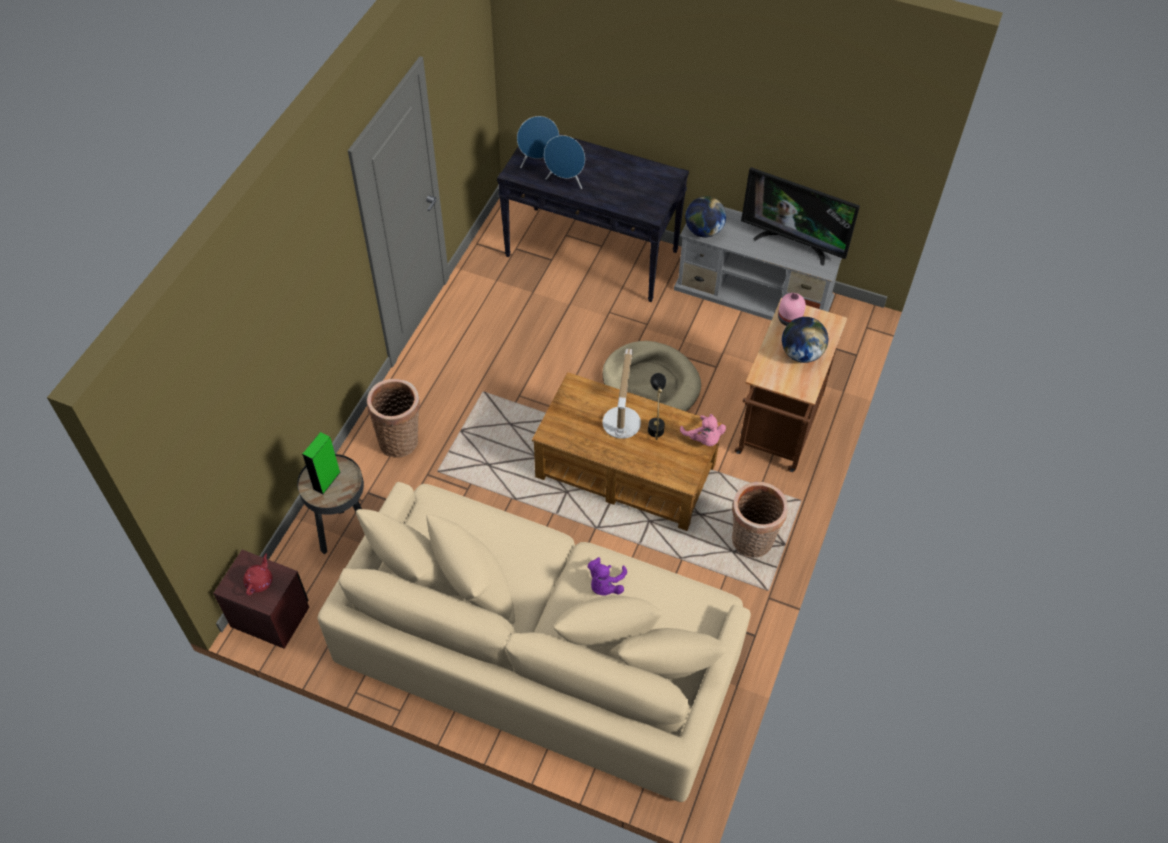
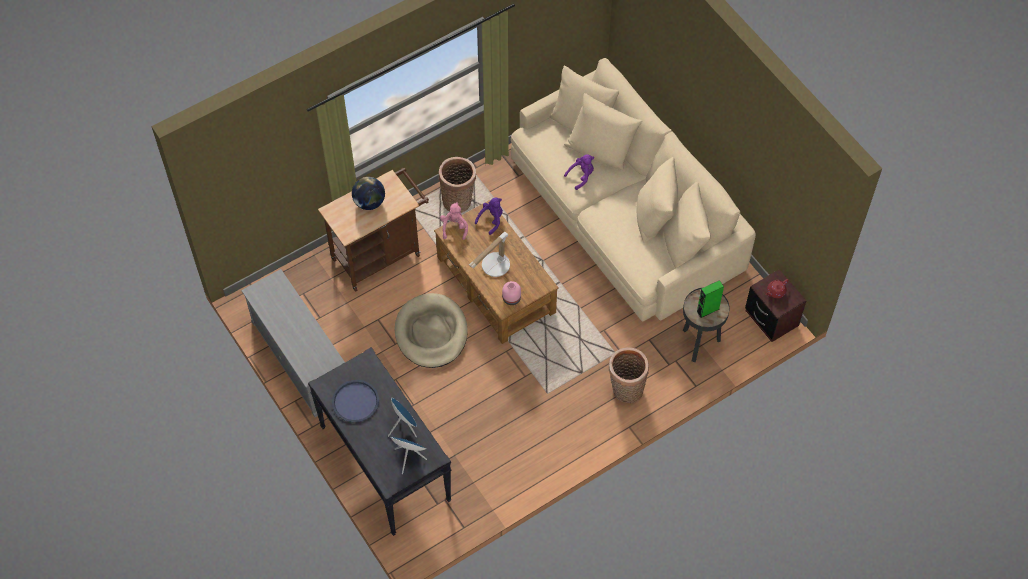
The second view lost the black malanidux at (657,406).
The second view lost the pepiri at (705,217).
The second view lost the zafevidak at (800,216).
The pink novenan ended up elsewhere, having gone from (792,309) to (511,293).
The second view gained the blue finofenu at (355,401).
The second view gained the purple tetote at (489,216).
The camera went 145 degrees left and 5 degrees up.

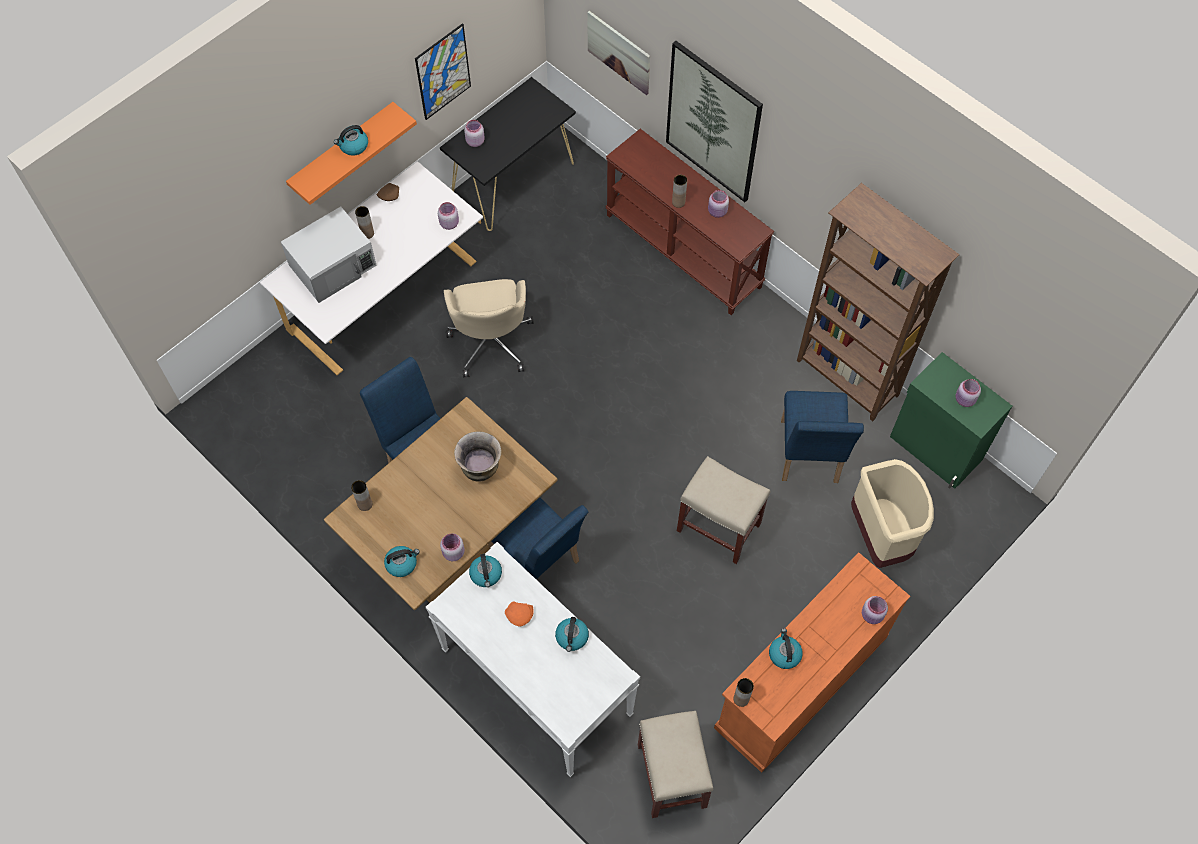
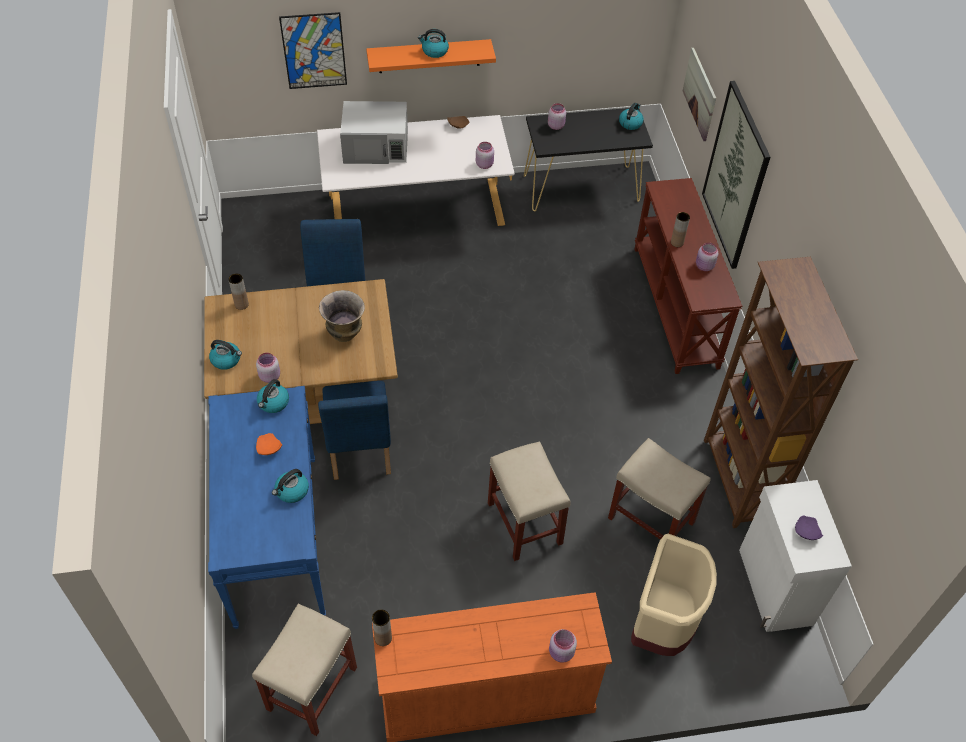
The second view lost the brown novenan at (364,222).
The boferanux ended up elsewhere, having gone from (443,71) to (313,50).
What was the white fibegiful at (533,659) turned into the blue fibegiful at (267,507).
The second view lost the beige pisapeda at (489,328).
The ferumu ended up elsewhere, having gone from (786,648) to (631,116).
Where the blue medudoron stood at (822,437), the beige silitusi came to stand at (659,489).
What was the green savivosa at (951,420) turned into the white savivosa at (795,556).
Where the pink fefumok stood at (968,393), the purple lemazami came to stand at (809,528).
The camera went 35 degrees right and 10 degrees down.

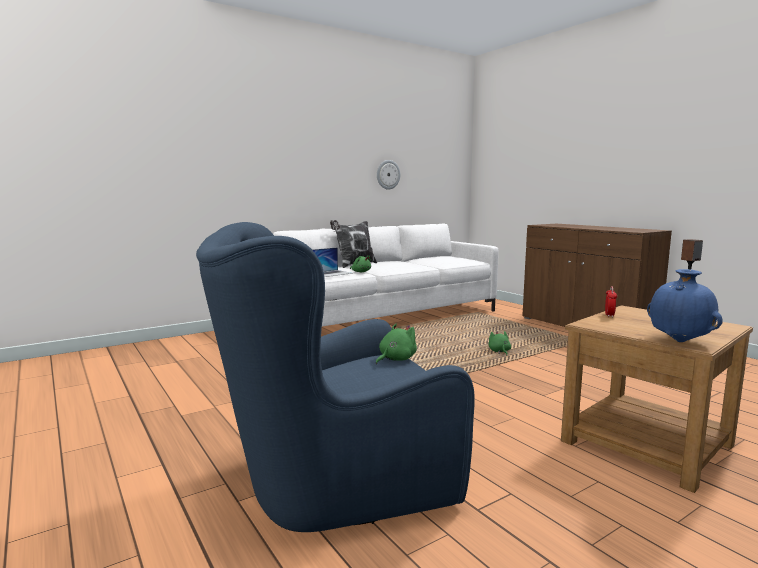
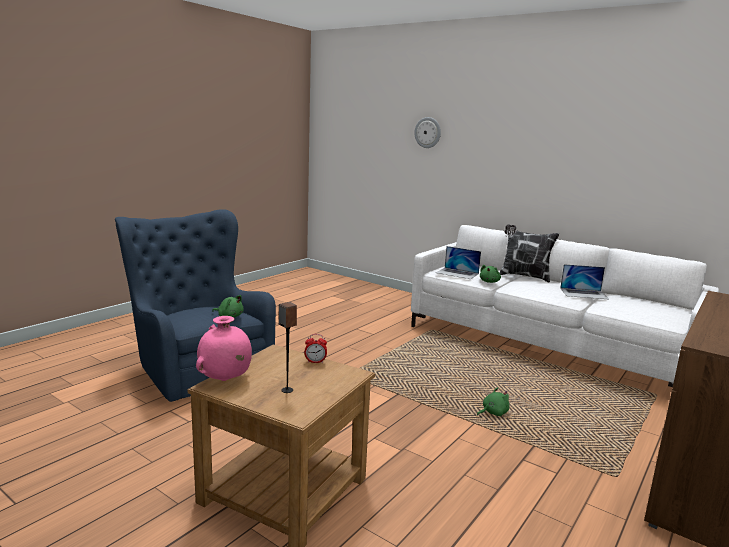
The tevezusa ended up elsewhere, having gone from (388,175) to (427,132).
What was the blue novenan at (685,305) turned into the pink novenan at (224,348).
The second view gained the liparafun at (584,281).
The camera went 70 degrees right and 5 degrees up.

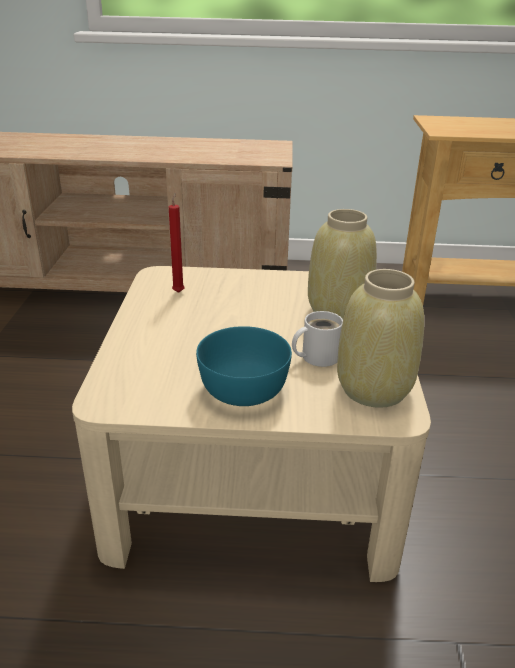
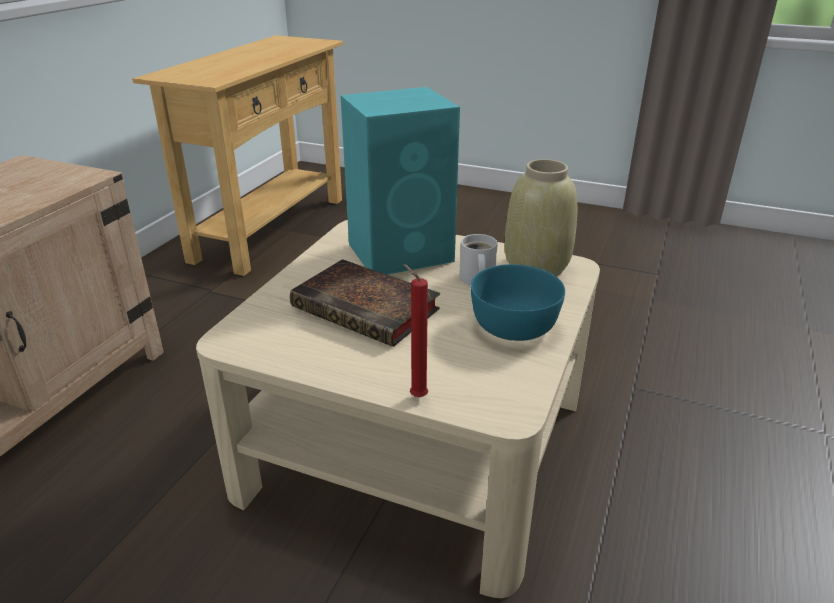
The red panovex ended up elsewhere, having gone from (176,242) to (415,330).
Where the beige novenan stood at (342,264), the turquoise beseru came to stand at (400,181).
The second view gained the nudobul at (365,303).
The camera went 70 degrees left and 0 degrees up.

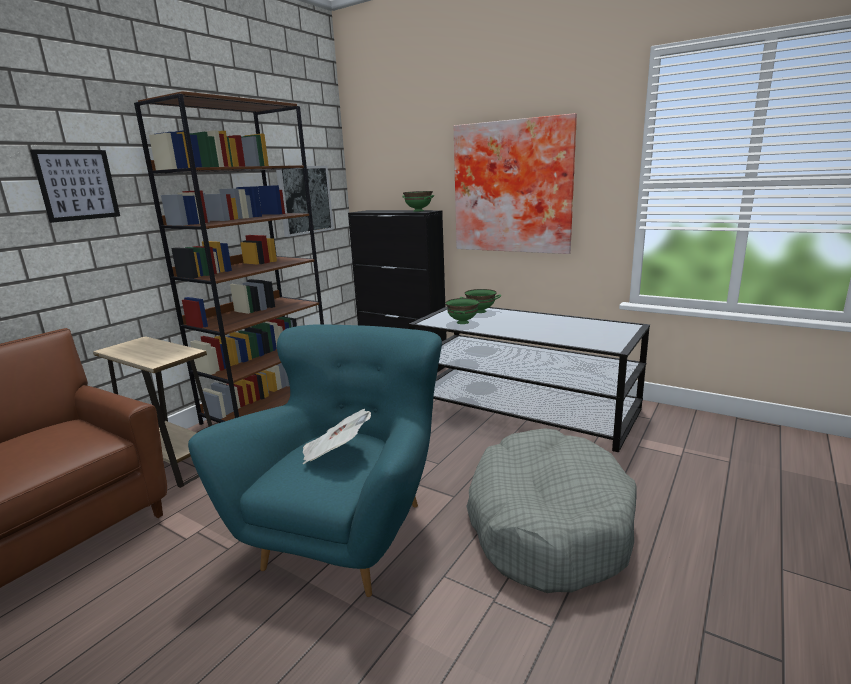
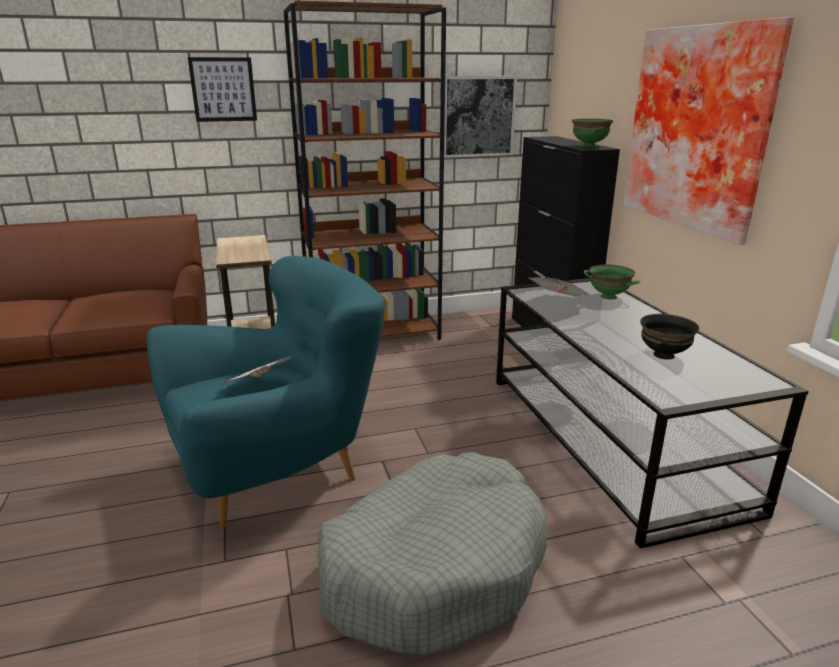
Where the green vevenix stood at (462,311), the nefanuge came to stand at (558,287).
The second view gained the black vevenix at (669,337).
The camera went 40 degrees right and 5 degrees up.

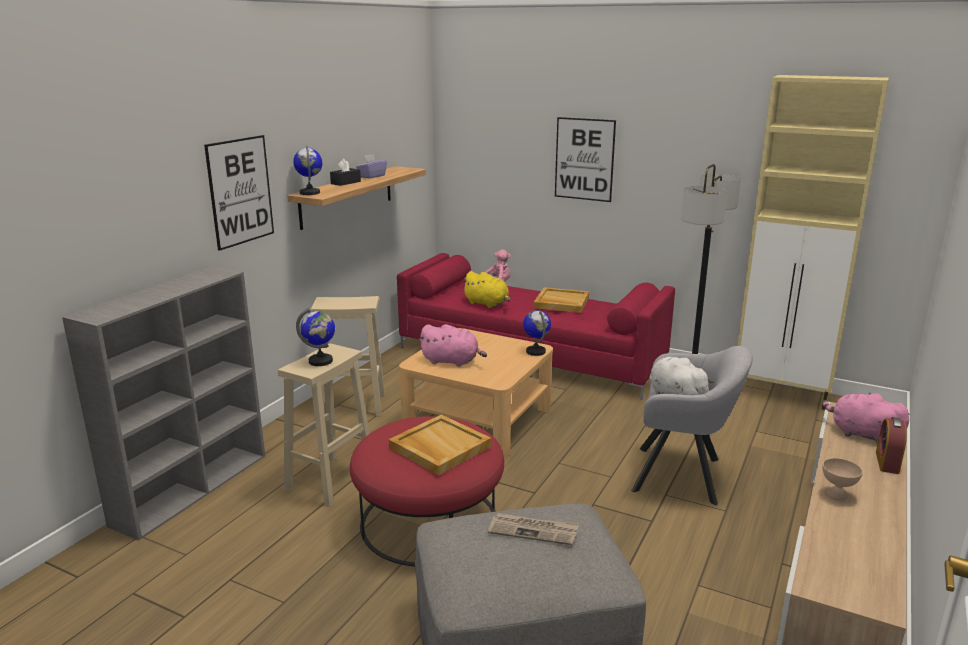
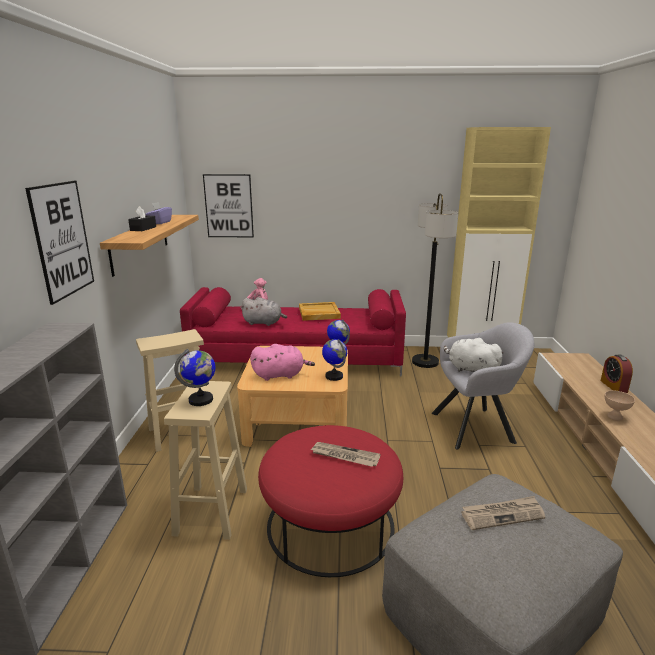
The pepiri ended up elsewhere, having gone from (307,170) to (334,360).
Where the beige finofenu stood at (440,444), the nefanuge came to stand at (345,454).
What was the yellow tetote at (486,289) turned into the grey tetote at (263,311).
The boferanux ended up elsewhere, having gone from (585,159) to (228,206).
The second view lost the pink tetote at (866,418).
The camera went 25 degrees left and 0 degrees up.

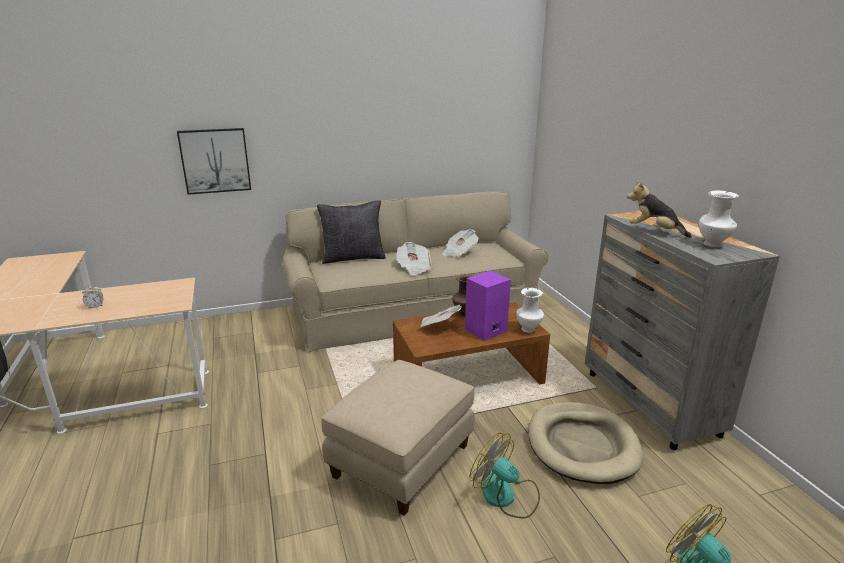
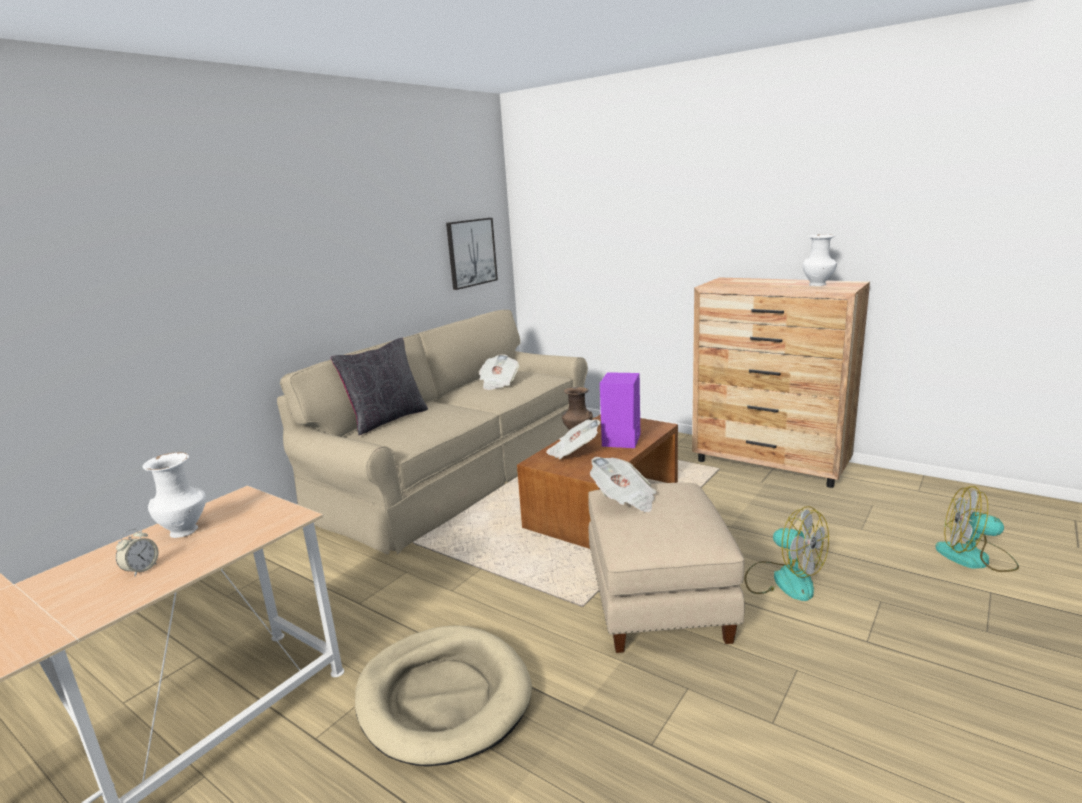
The boferanux ended up elsewhere, having gone from (214,161) to (472,254).
The nefanuge ended up elsewhere, having gone from (413,259) to (623,484).
The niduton at (505,475) ended up facing another way, 135 degrees counterclockwise from before.
The white novenan ended up elsewhere, having gone from (530,310) to (174,495).
The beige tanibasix ended up elsewhere, having gone from (585,443) to (443,696).
What was the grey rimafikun at (682,330) turned into the brown rimafikun at (781,382).
The second view lost the tetote at (659,209).
The camera went 35 degrees left and 5 degrees down.

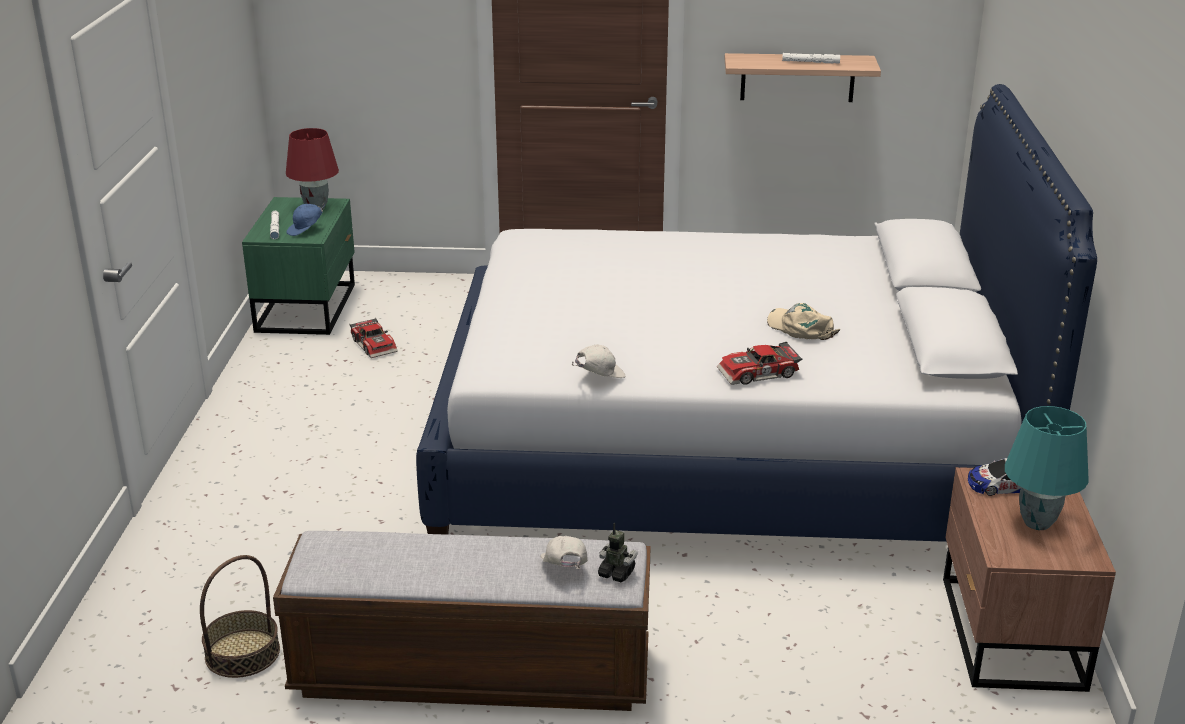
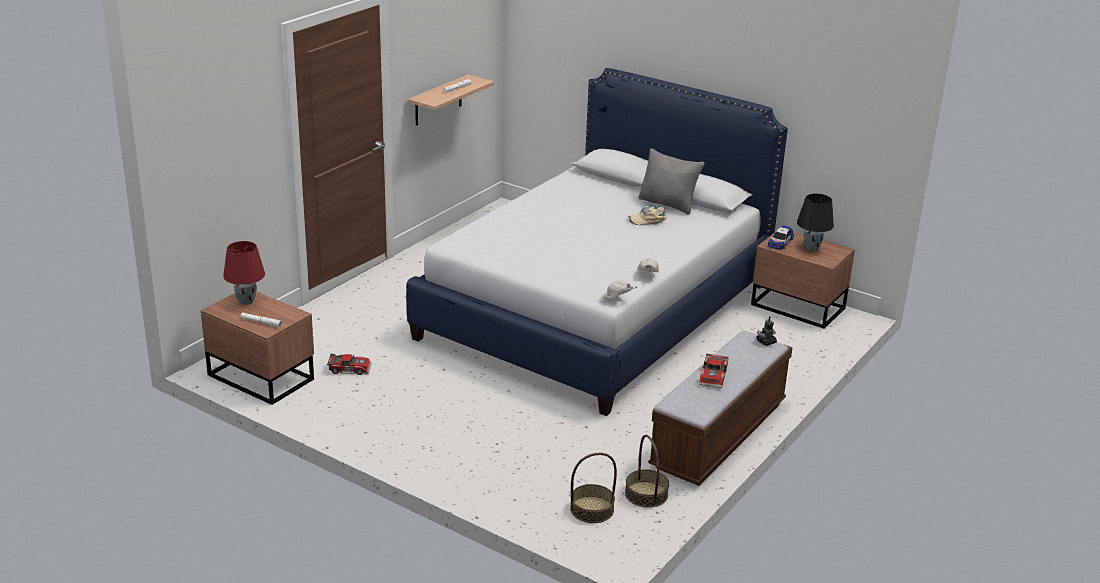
What was the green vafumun at (298,266) turned into the brown vafumun at (257,348).
The second view lost the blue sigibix at (305,219).
The white sigibix ended up elsewhere, having gone from (564,552) to (618,289).
The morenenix ended up elsewhere, having gone from (760,363) to (714,370).
What was the turquoise malanidux at (1047,468) turned into the black malanidux at (815,222).
The second view gained the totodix at (593,488).
The second view gained the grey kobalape at (671,181).
The camera went 60 degrees left and 0 degrees up.

